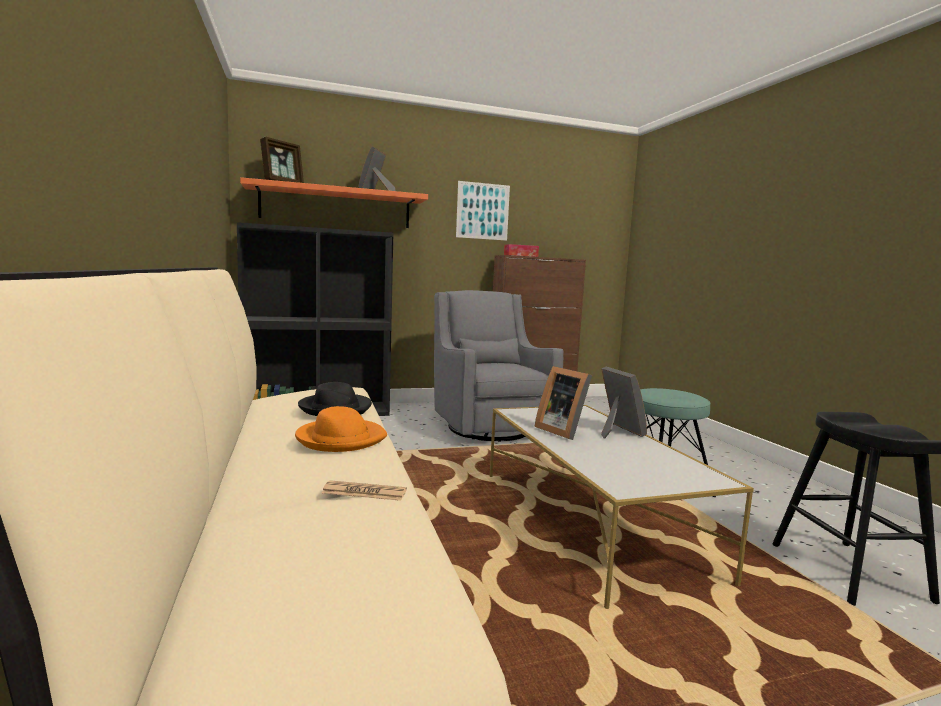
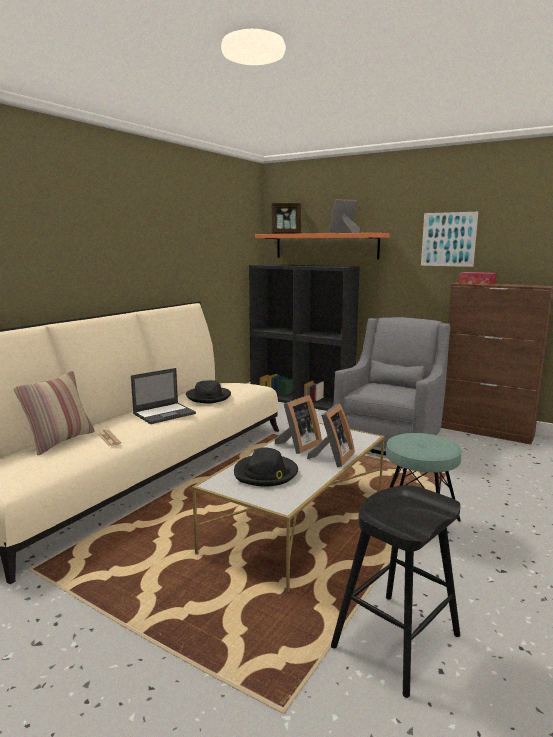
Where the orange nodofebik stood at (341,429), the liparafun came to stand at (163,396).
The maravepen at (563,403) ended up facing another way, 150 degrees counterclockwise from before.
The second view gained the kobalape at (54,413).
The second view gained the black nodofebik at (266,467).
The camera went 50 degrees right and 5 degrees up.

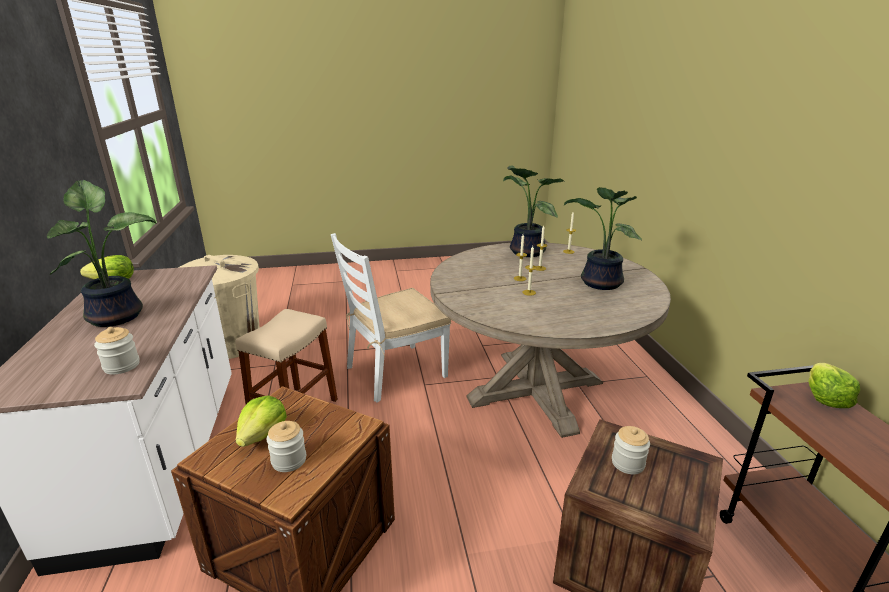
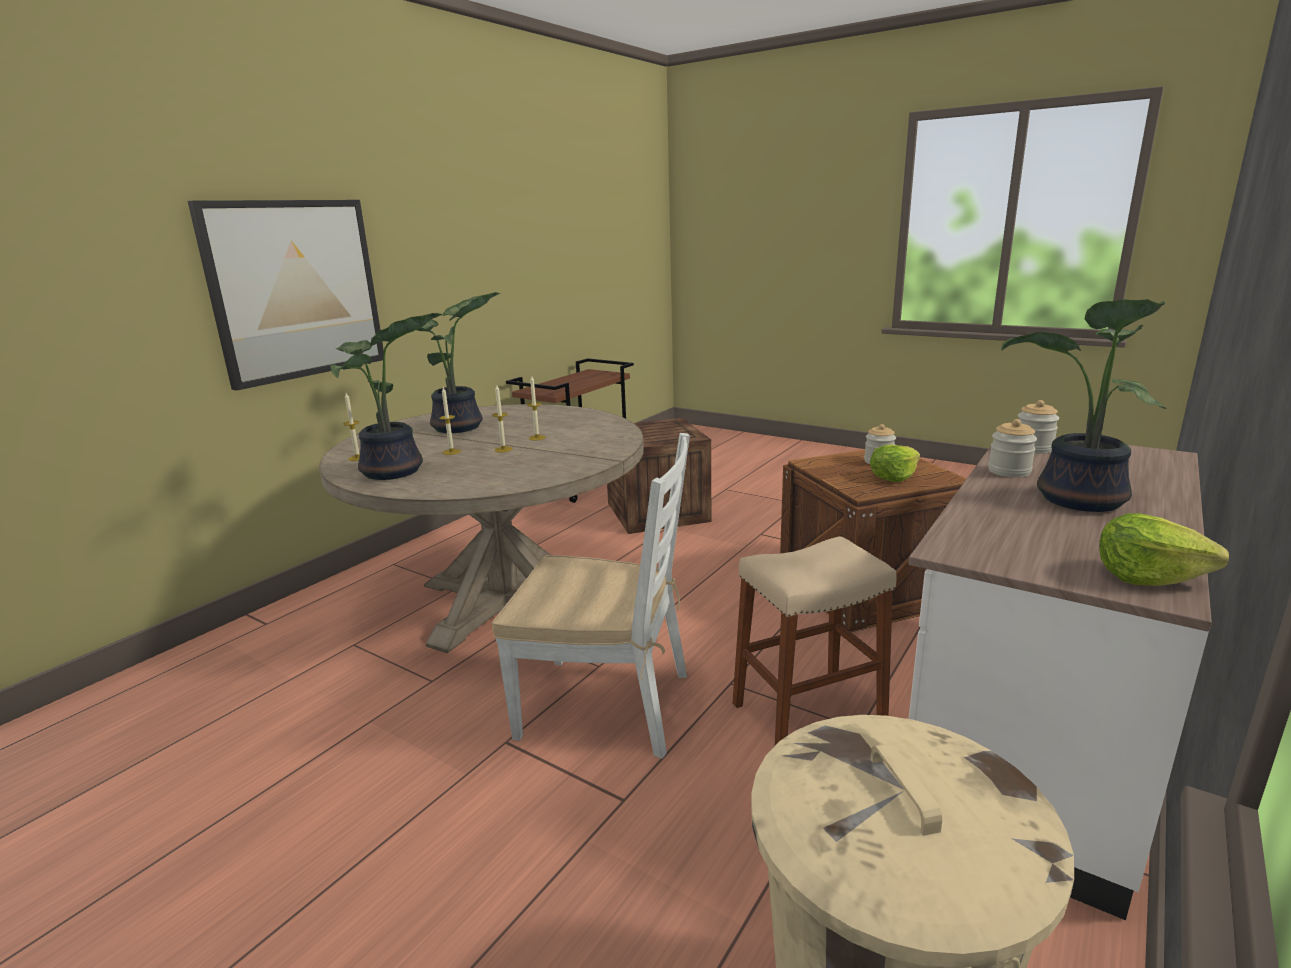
The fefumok ended up elsewhere, having gone from (631,450) to (1012,448).
The second view lost the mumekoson at (834,385).
The second view gained the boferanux at (286,295).
The camera went 135 degrees left and 5 degrees down.

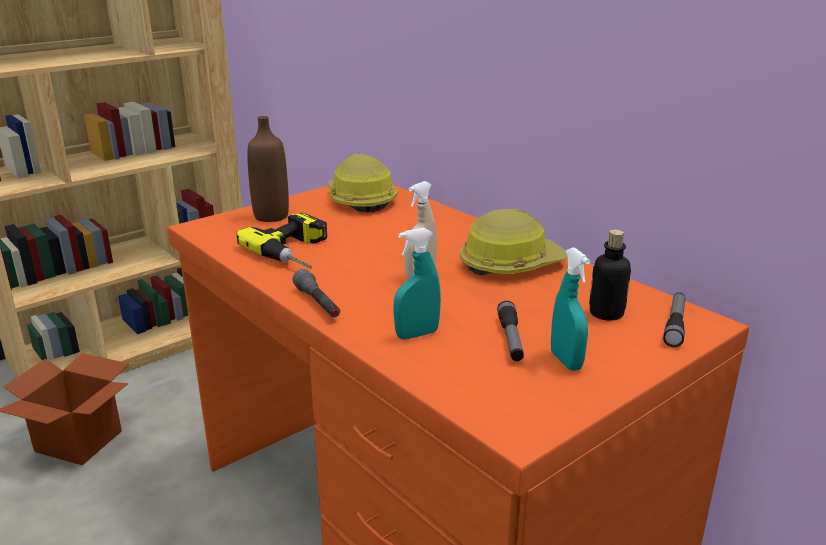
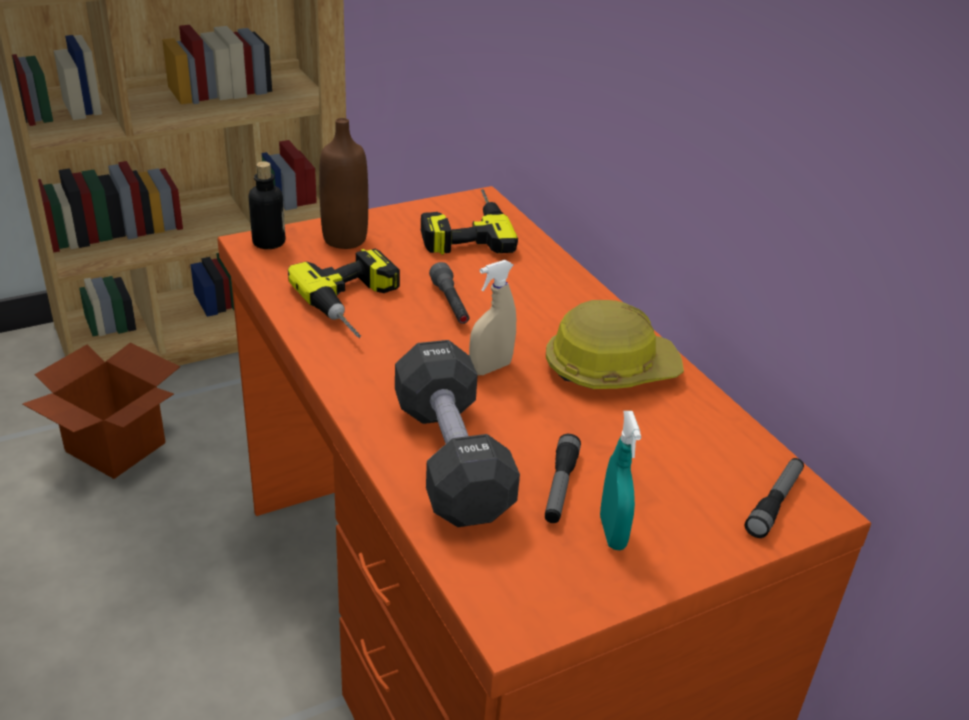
The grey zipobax ended up elsewhere, having gone from (316,293) to (449,293).
Where the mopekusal stood at (363,182), the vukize came to stand at (469,222).
Where the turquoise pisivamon stood at (417,283), the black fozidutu came to stand at (457,433).
The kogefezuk ended up elsewhere, having gone from (610,275) to (267,205).
The camera went 10 degrees right and 10 degrees up.

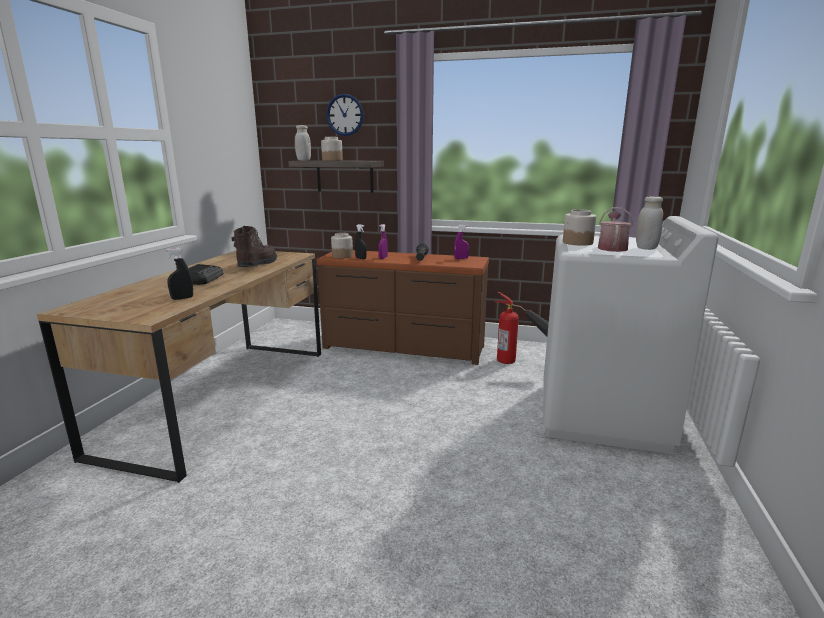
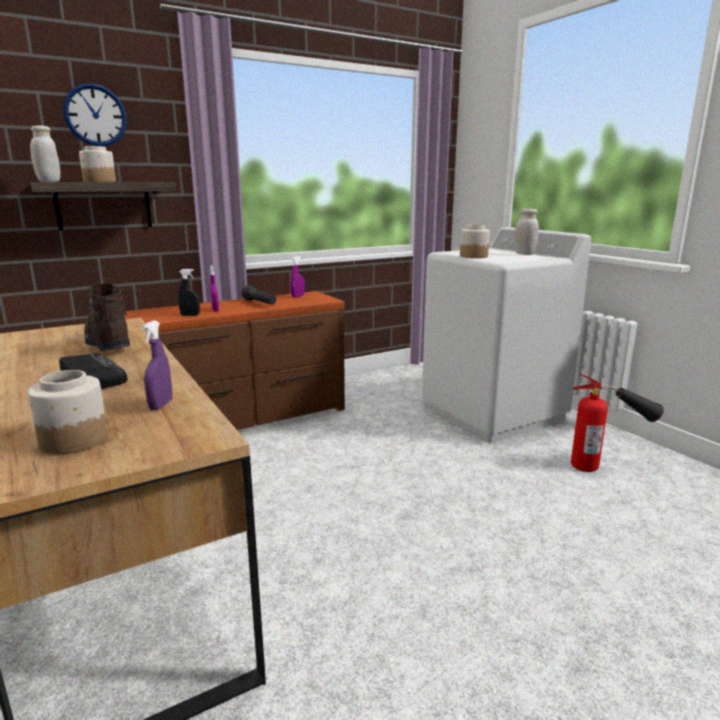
What was the black pisivamon at (179,274) turned into the purple pisivamon at (156,365).
The fefumok ended up elsewhere, having gone from (342,246) to (68,412).
The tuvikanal ended up elsewhere, having gone from (521,328) to (617,423).
The second view lost the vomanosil at (615,229).
The camera went 45 degrees left and 0 degrees up.

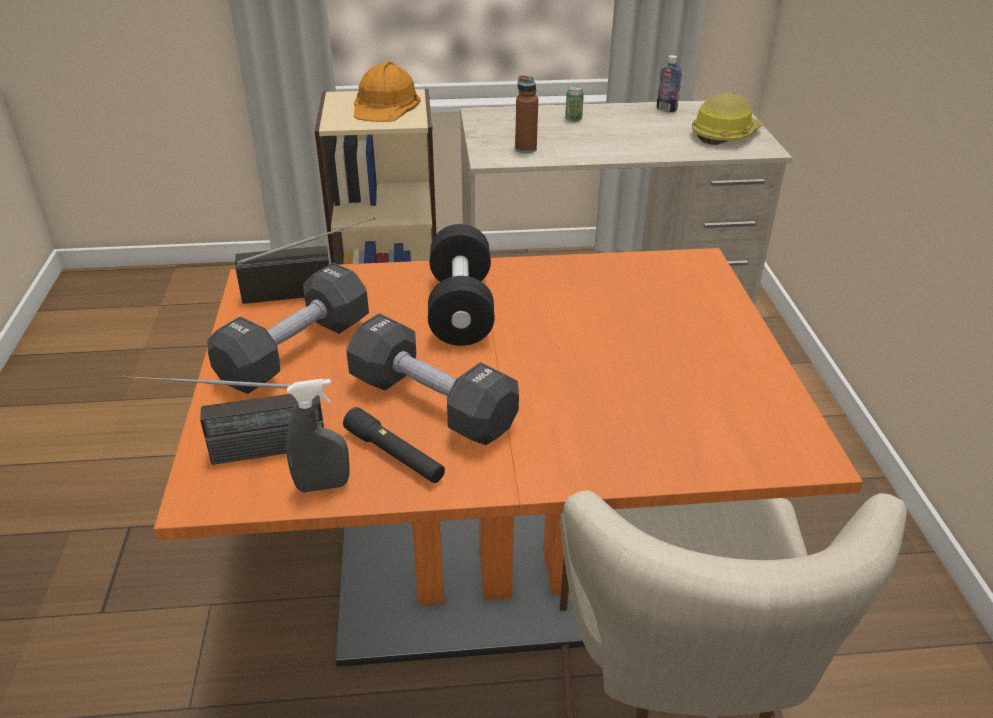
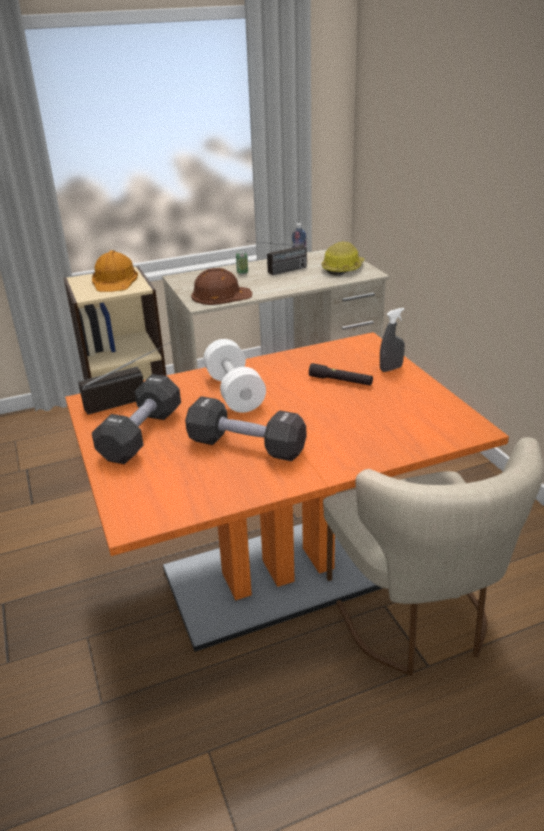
The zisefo ended up elsewhere, having gone from (223,420) to (277,258).
The grey pisivamon ended up elsewhere, having gone from (318,435) to (392,340).
The black zipobax ended up elsewhere, having gone from (394,445) to (341,374).
What was the black fozidutu at (461,285) turned into the white fozidutu at (234,376).
Where the brown kogefezuk stood at (526,114), the brown mopekusal came to stand at (221,286).
The camera went 15 degrees left and 5 degrees down.

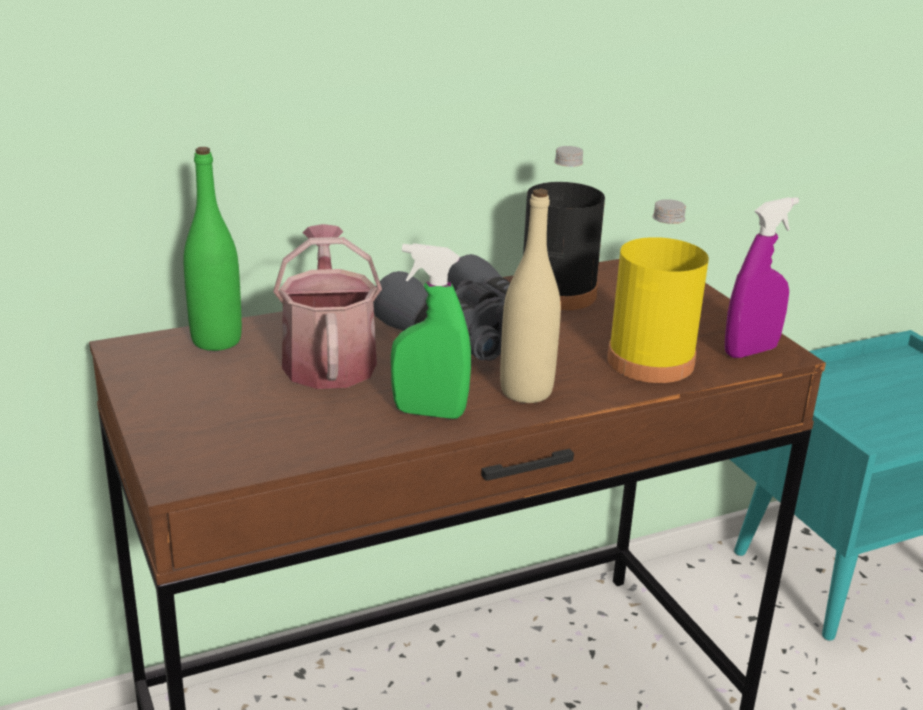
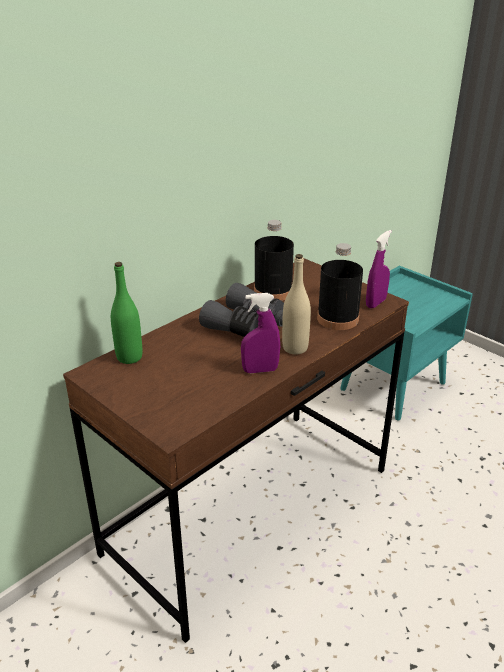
The second view lost the vomanosil at (328,306).
What was the green pisivamon at (431,331) turned into the purple pisivamon at (260,333).
What was the yellow kogefezuk at (658,291) turned into the black kogefezuk at (340,286).
The camera went 20 degrees left and 5 degrees up.

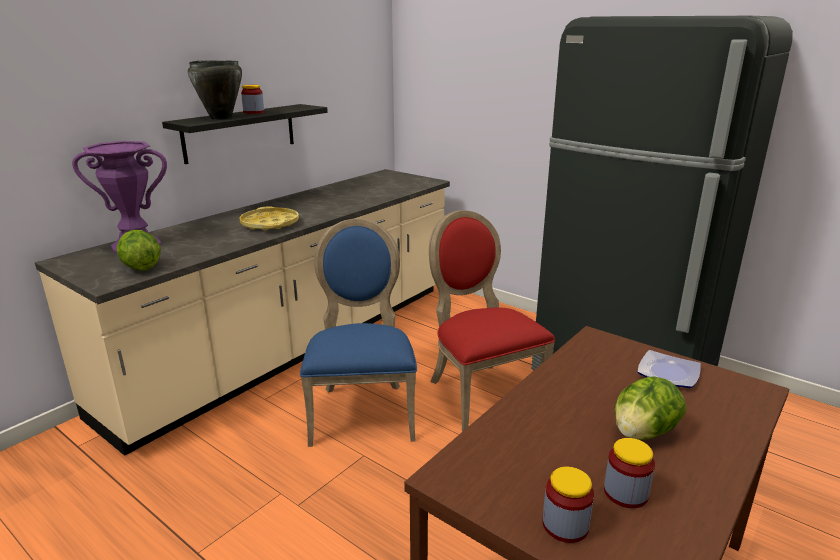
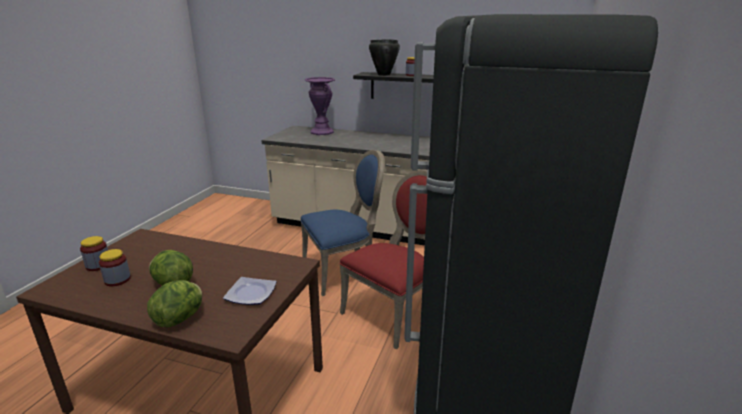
The mumekoson ended up elsewhere, having gone from (138,250) to (174,304).
The second view lost the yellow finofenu at (269,218).
The camera went 70 degrees right and 0 degrees up.

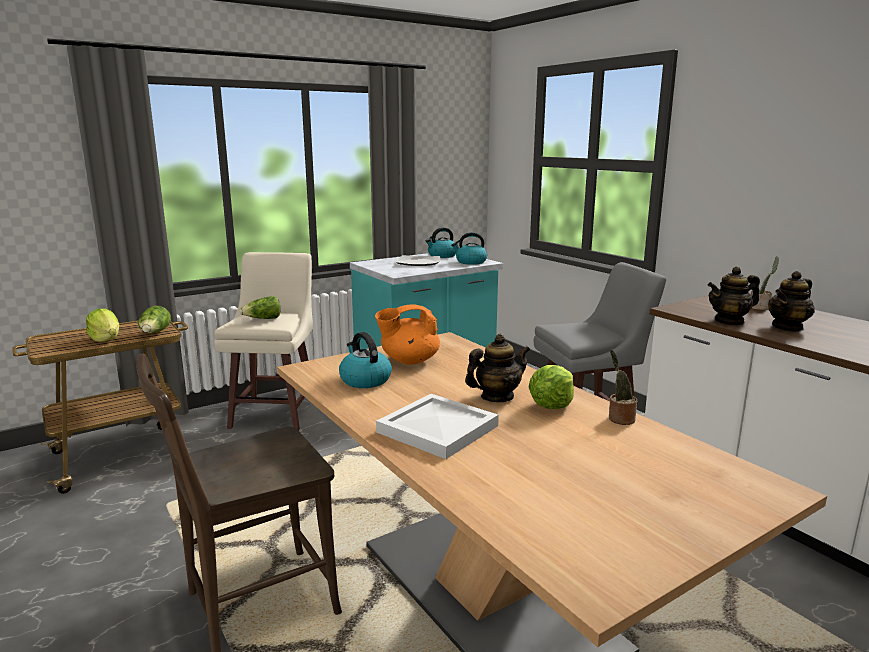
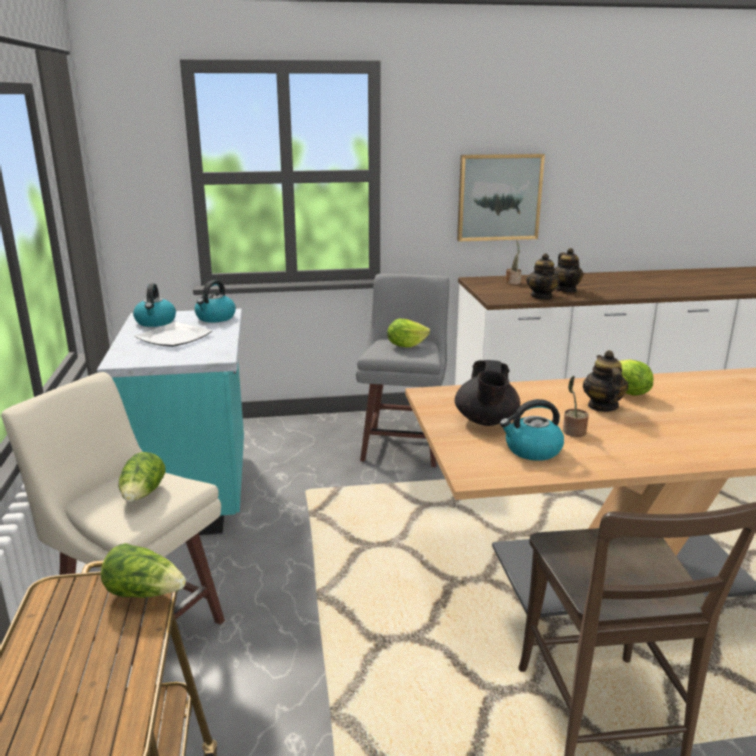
The mumekoson ended up elsewhere, having gone from (102,325) to (408,333).
What was the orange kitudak at (407,334) turned into the black kitudak at (487,393).
The second view lost the white finofenu at (437,426).
The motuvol ended up elsewhere, having gone from (623,387) to (576,406).
The second view gained the boferanux at (501,197).
The camera went 65 degrees left and 5 degrees up.

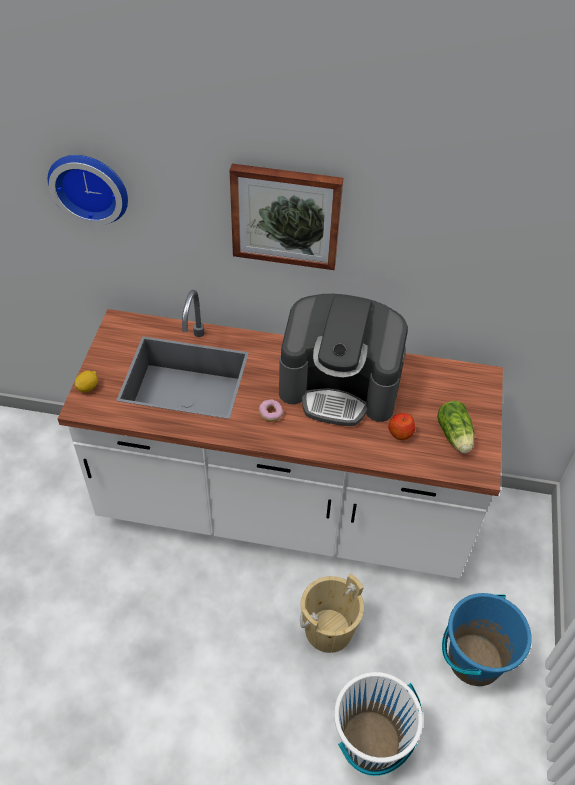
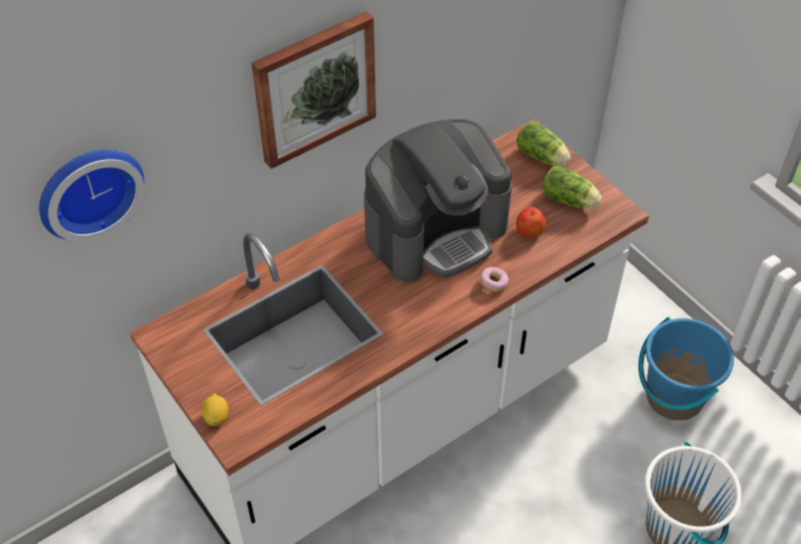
The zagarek ended up elsewhere, having gone from (271,410) to (494,279).
The second view lost the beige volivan at (332,613).
The second view gained the mumekoson at (543,144).
The camera went 45 degrees left and 0 degrees up.

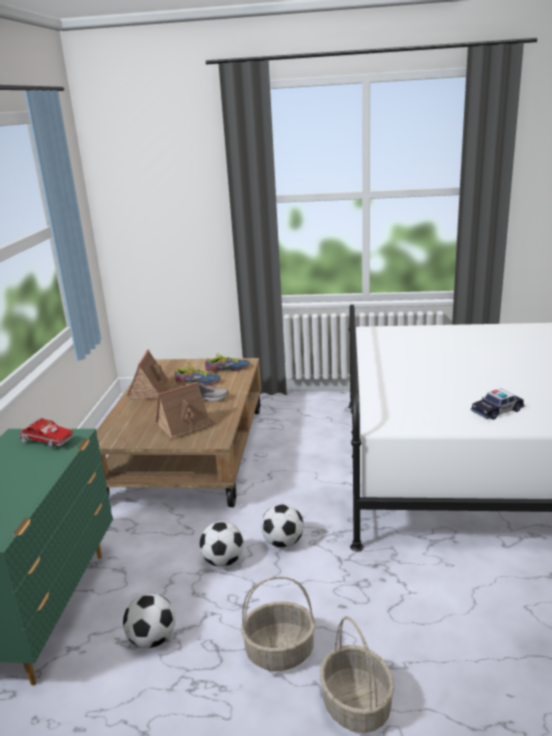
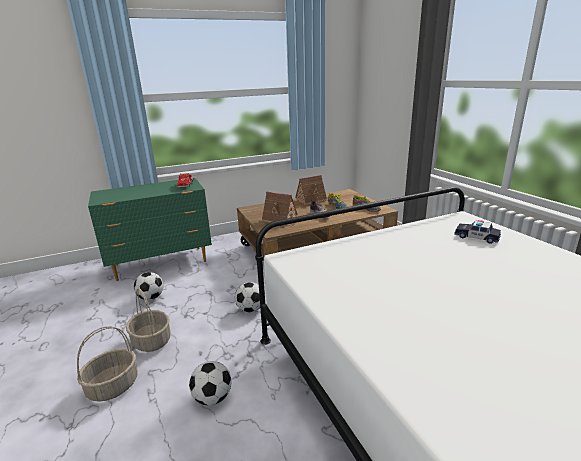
The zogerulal ended up elsewhere, having gone from (222,544) to (210,383).
The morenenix ended up elsewhere, having gone from (498,404) to (477,232).
The camera went 60 degrees right and 0 degrees up.

